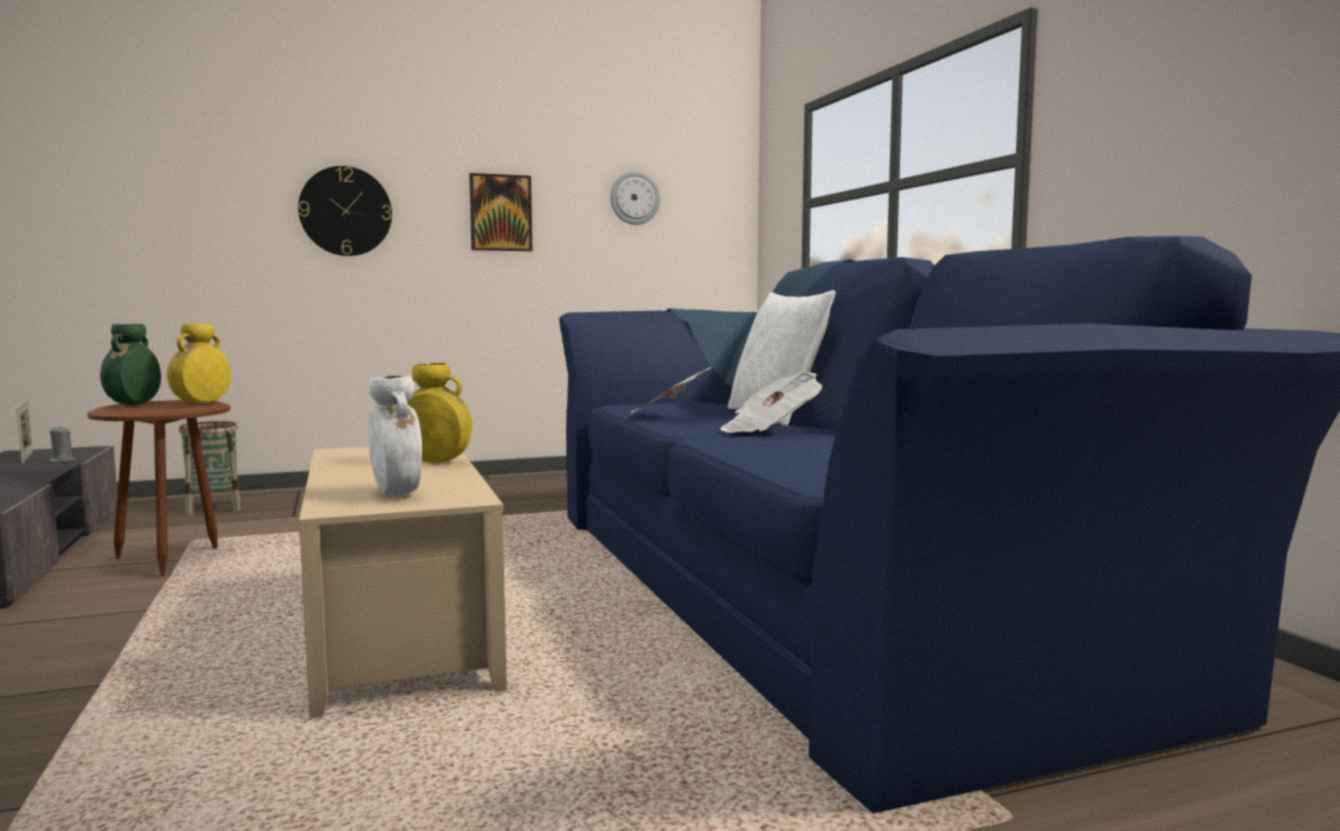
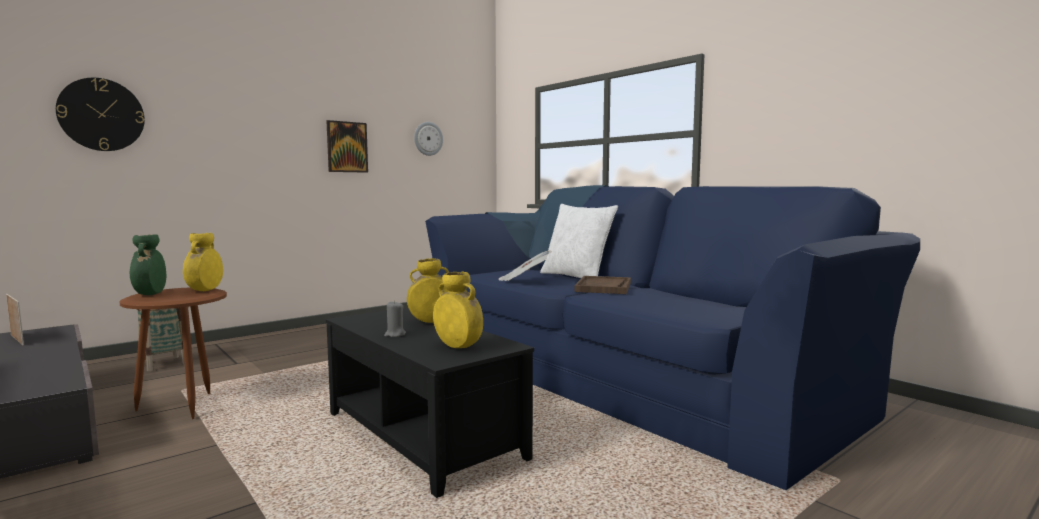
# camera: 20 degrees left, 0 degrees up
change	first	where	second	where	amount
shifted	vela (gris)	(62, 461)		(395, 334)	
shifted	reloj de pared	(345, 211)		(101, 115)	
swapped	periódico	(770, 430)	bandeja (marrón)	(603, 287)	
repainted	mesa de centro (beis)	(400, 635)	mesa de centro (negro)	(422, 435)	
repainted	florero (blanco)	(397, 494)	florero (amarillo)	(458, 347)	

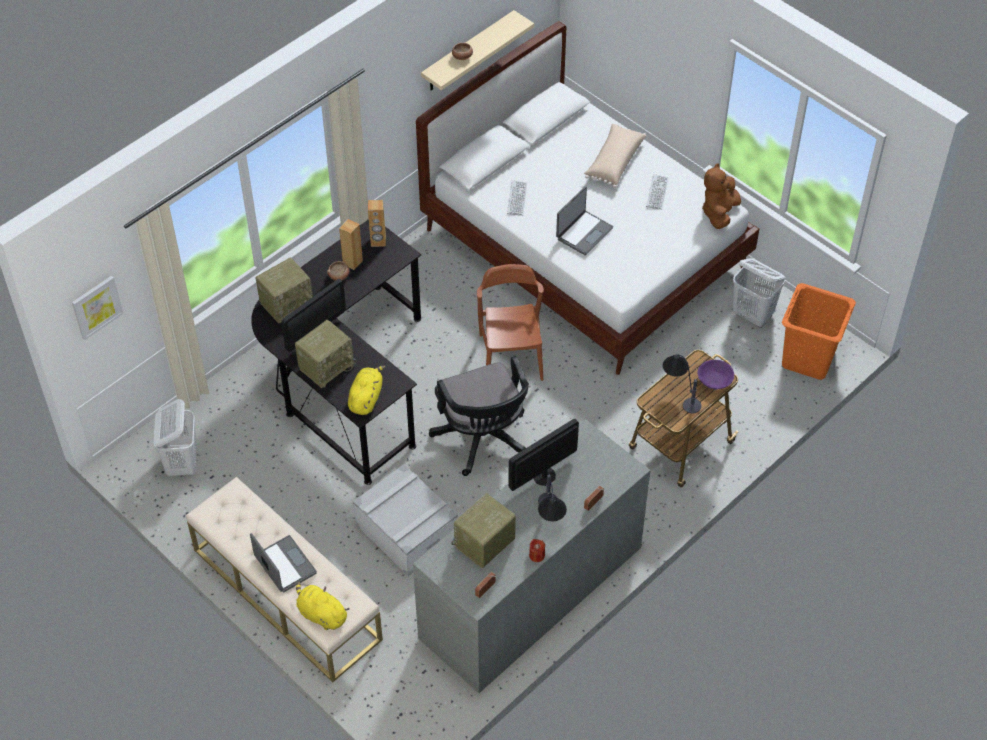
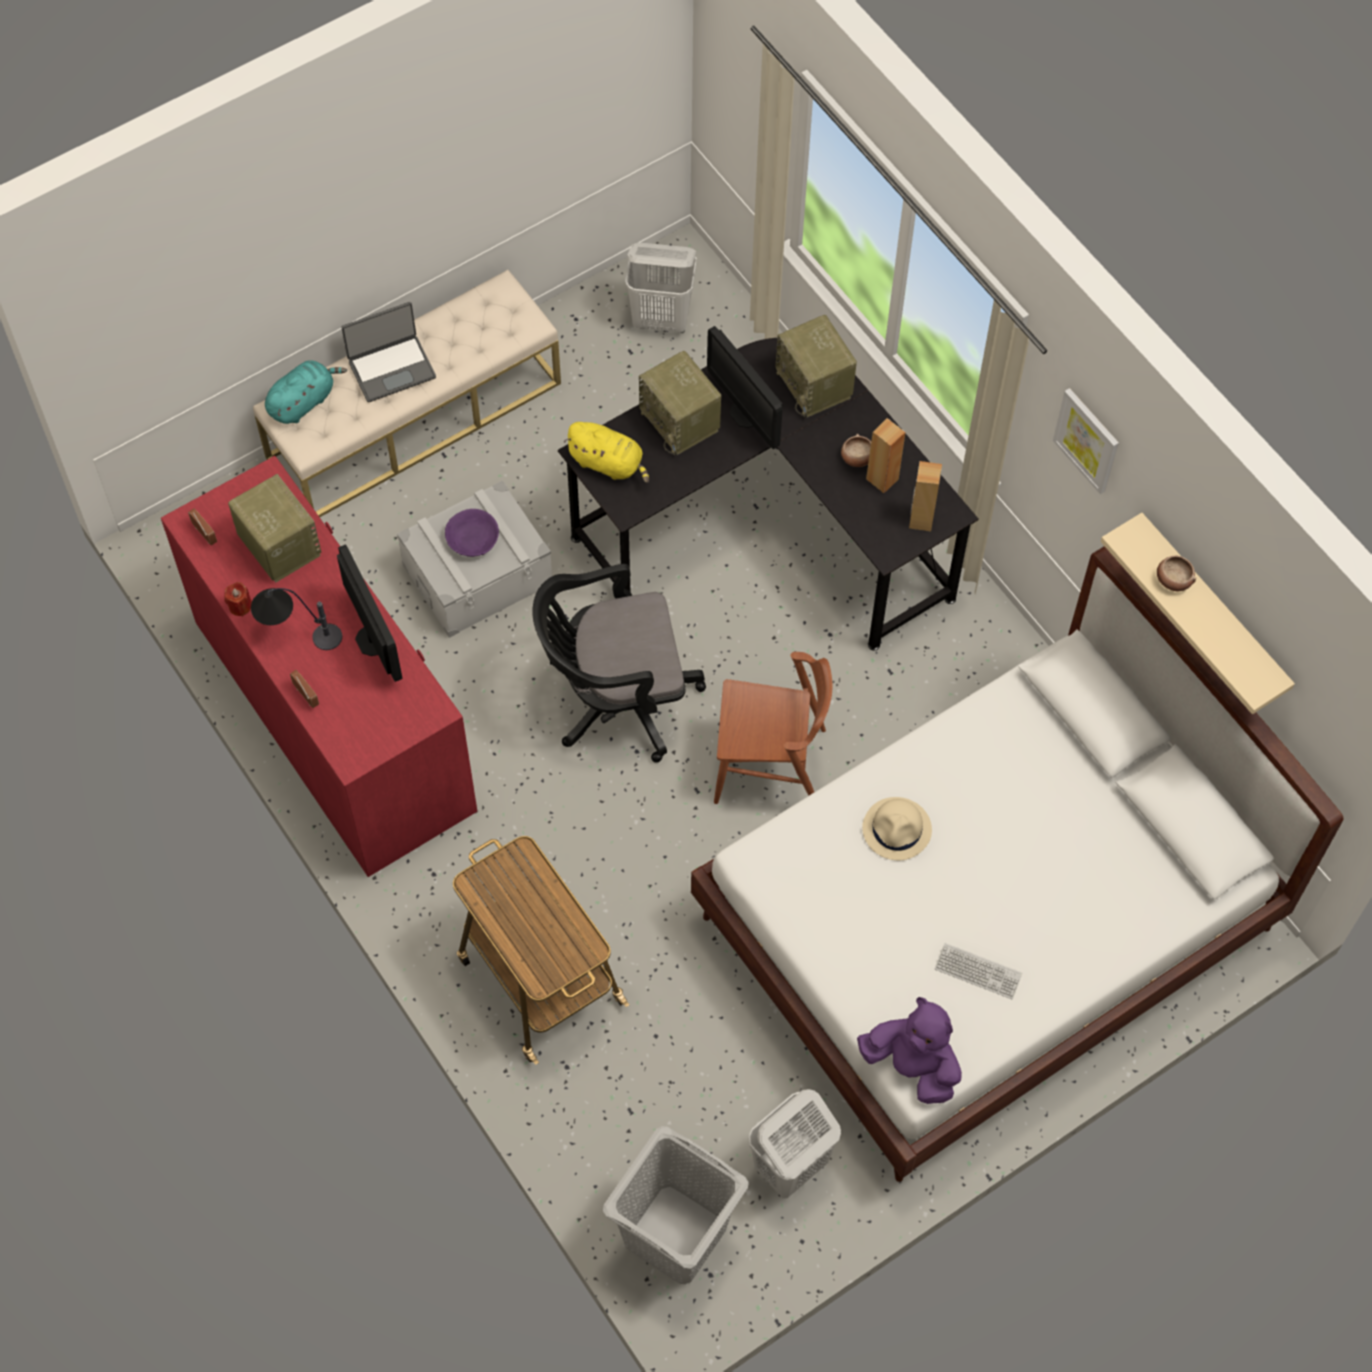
# camera: 100 degrees right, 10 degrees up
change	first	where	second	where	amount
gone	teclado	(517, 198)			
gone	cojín (beis)	(614, 162)			
gone	lámpara de mesa	(679, 393)			
shifted	cuadro	(96, 306)		(1087, 440)	
shifted	cuenco (morado)	(714, 380)		(472, 540)	
swapped	portátil	(583, 233)	sombrero (beis)	(897, 829)	
repainted	peluche (amarillo)	(321, 614)	peluche (turquesa)	(303, 402)	
repainted	cómoda (gris)	(531, 592)	cómoda (rojo)	(334, 714)	
repainted	peluche (marrón)	(719, 213)	peluche (morado)	(912, 1066)	
repainted	cesto de la ropa (naranja)	(808, 358)	cesto de la ropa (gris)	(676, 1233)	

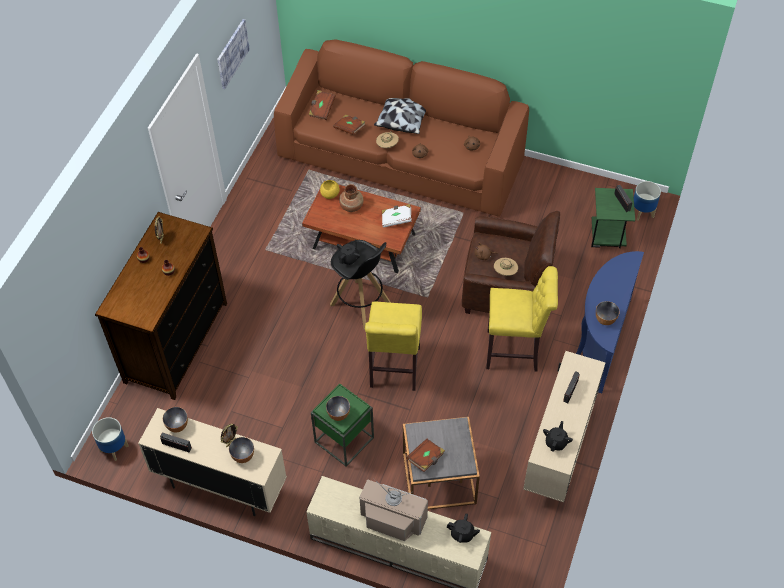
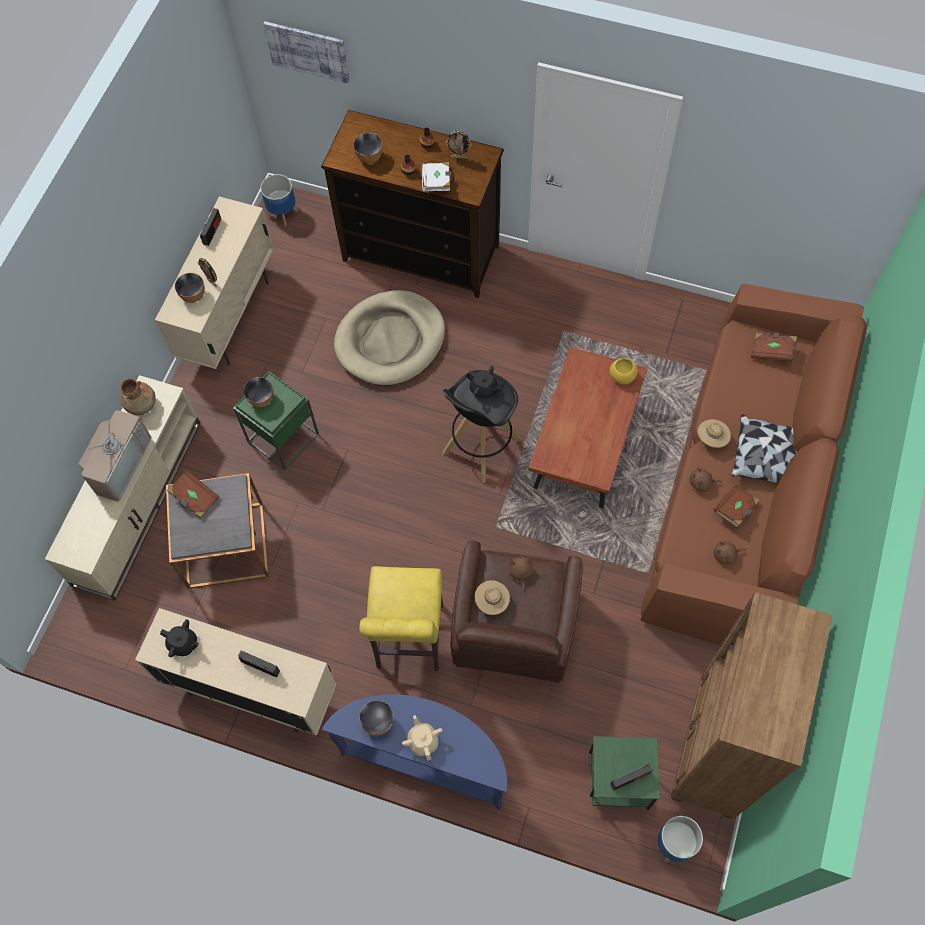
# camera: 90 degrees right, 10 degrees up
change	first	where	second	where	amount
gone	taburete (amarillo)	(394, 370)			
gone	tetera (negro)	(462, 534)			
new			cama para perro (beis)	(390, 340)	
new			tetera (beis)	(423, 741)	
new			estantería (marrón)	(713, 750)	
shifted	cuenco	(177, 426)		(369, 157)	
shifted	cuadro	(232, 53)		(307, 51)	
shifted	libro (marrón)	(350, 128)		(735, 510)	
shifted	florero (marrón)	(351, 206)		(142, 405)	
shifted	libro (blanco)	(396, 219)		(437, 182)	

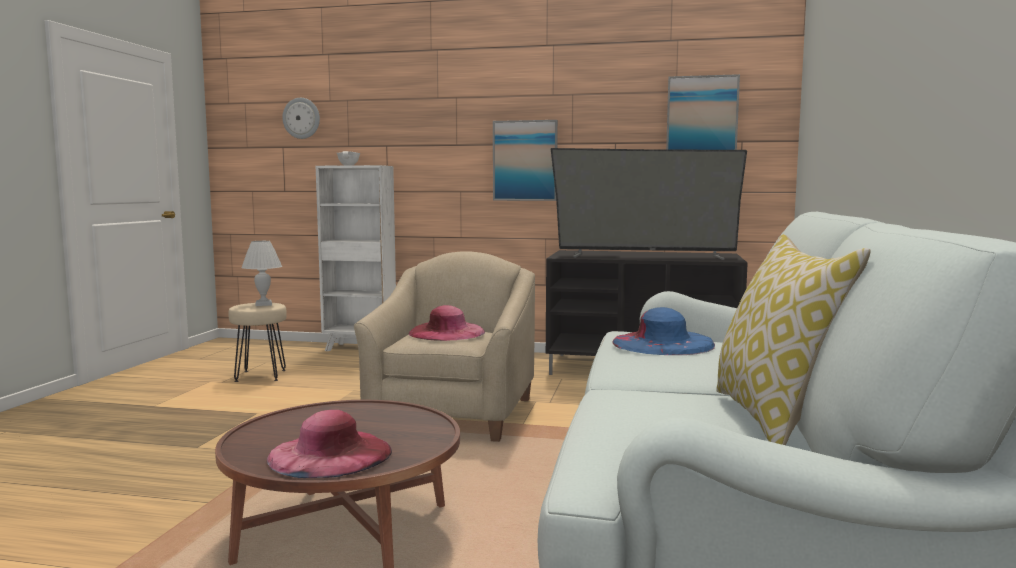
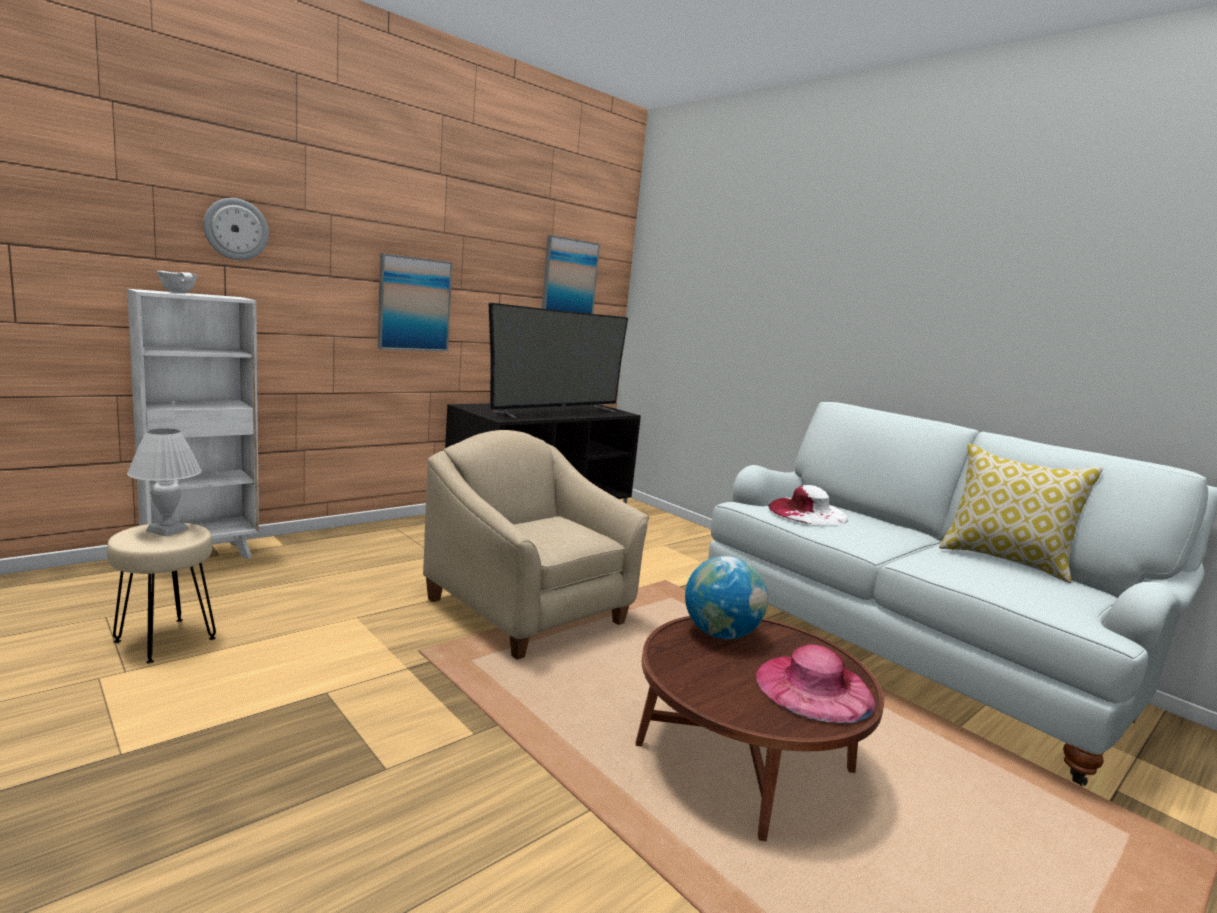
# camera: 55 degrees left, 5 degrees up
change	first	where	second	where	amount
gone	sombrero (rosa)	(446, 332)			
new			globo terráqueo	(720, 634)	
shifted	reloj de pared	(301, 118)		(236, 229)	
repainted	sombrero (azul)	(662, 343)	sombrero (blanco)	(807, 512)	

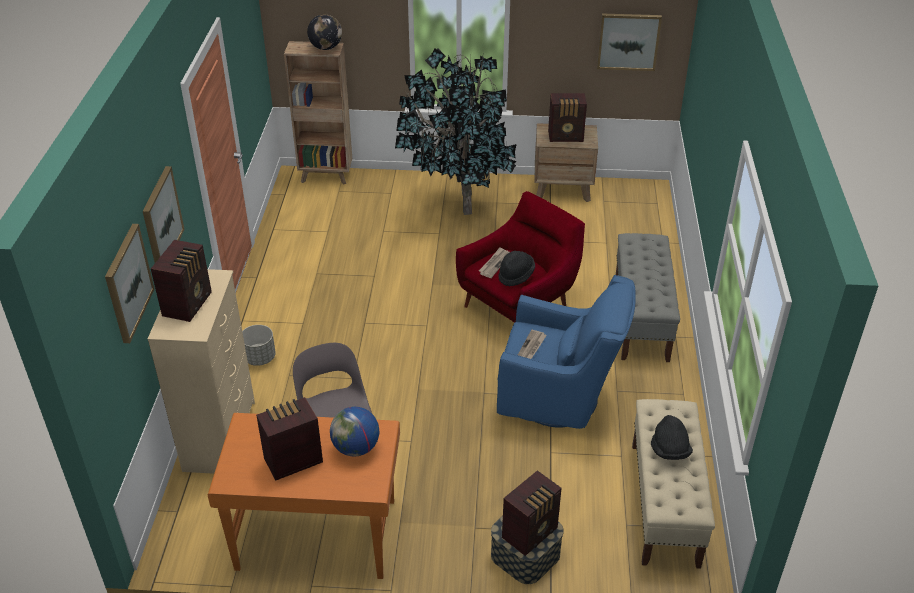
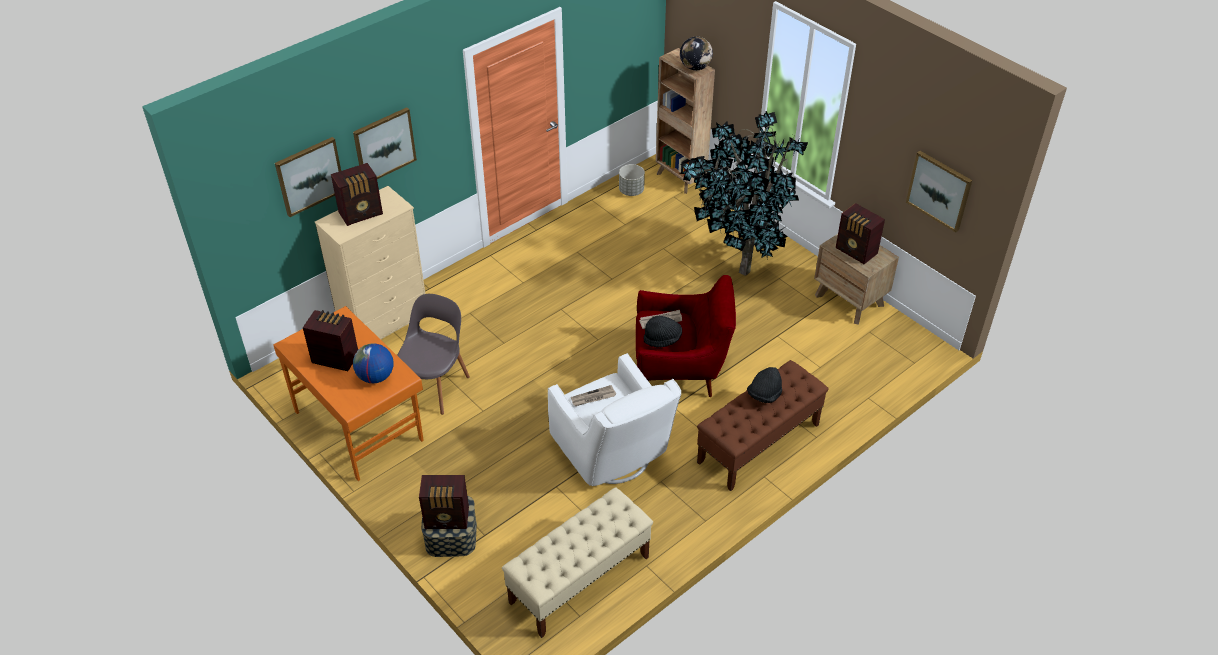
# camera: 45 degrees right, 5 degrees up
change	first	where	second	where	amount
shifted	maceta (gris)	(259, 358)		(631, 191)	
shifted	sombrero (negro)	(669, 450)		(764, 395)	
repainted	sillón (azul)	(560, 398)	sillón (blanco)	(614, 456)	
repainted	banco (gris)	(641, 318)	banco (marrón)	(758, 444)	

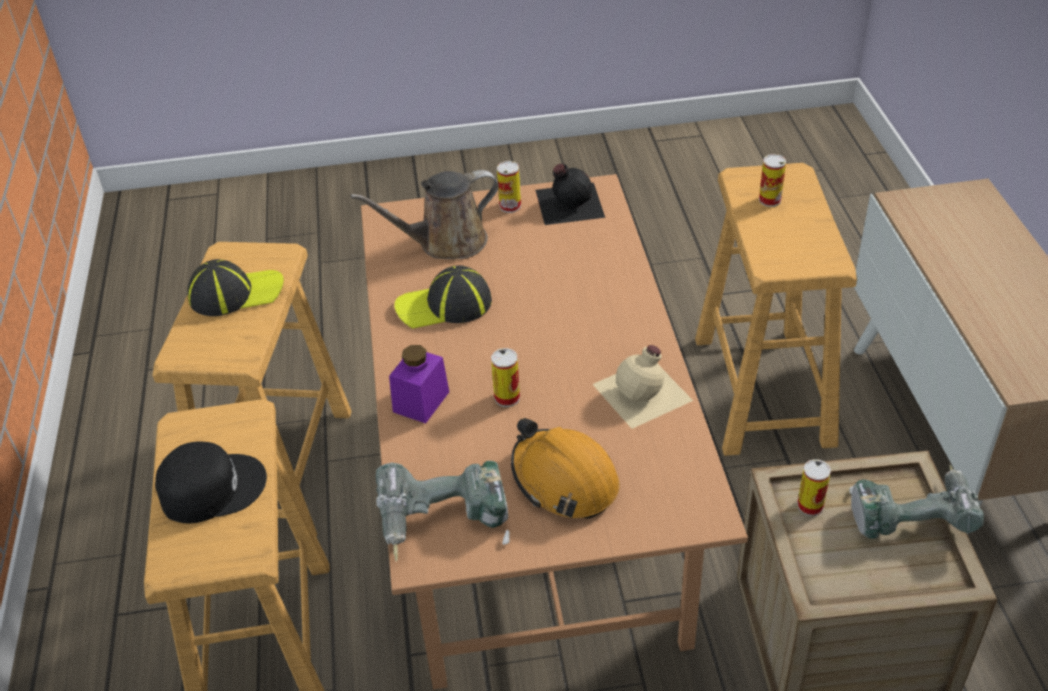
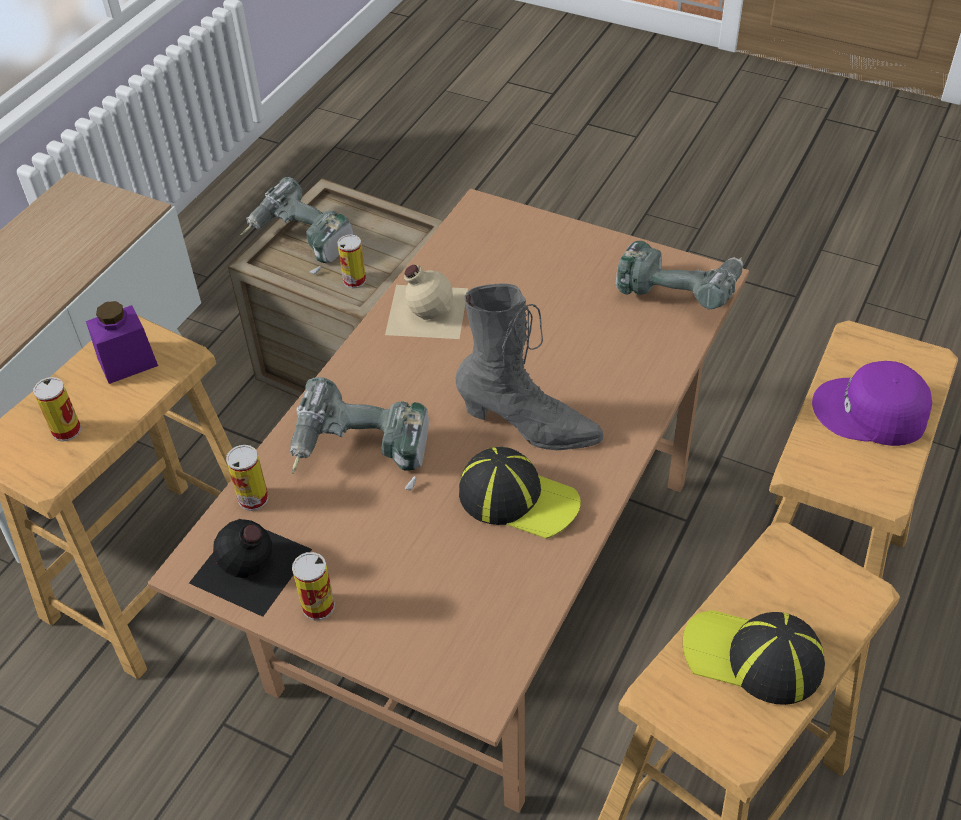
# camera: 145 degrees left, 5 degrees up
change	first	where	second	where	amount
gone	regadera (marrón)	(446, 243)			
gone	casco (naranja)	(564, 480)			
new			taladro	(360, 454)	
new			bota (gris)	(529, 427)	
shifted	tarro (morado)	(421, 402)		(127, 362)	
shifted	lata	(507, 397)		(253, 498)	
repainted	gorra (negro)	(211, 487)	gorra (morado)	(871, 413)	

